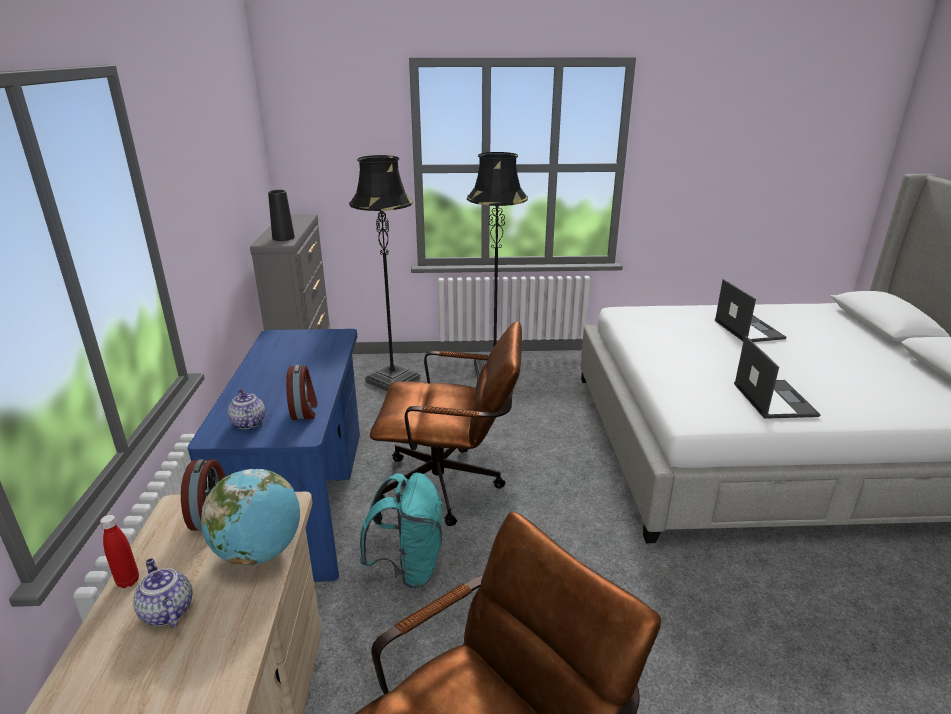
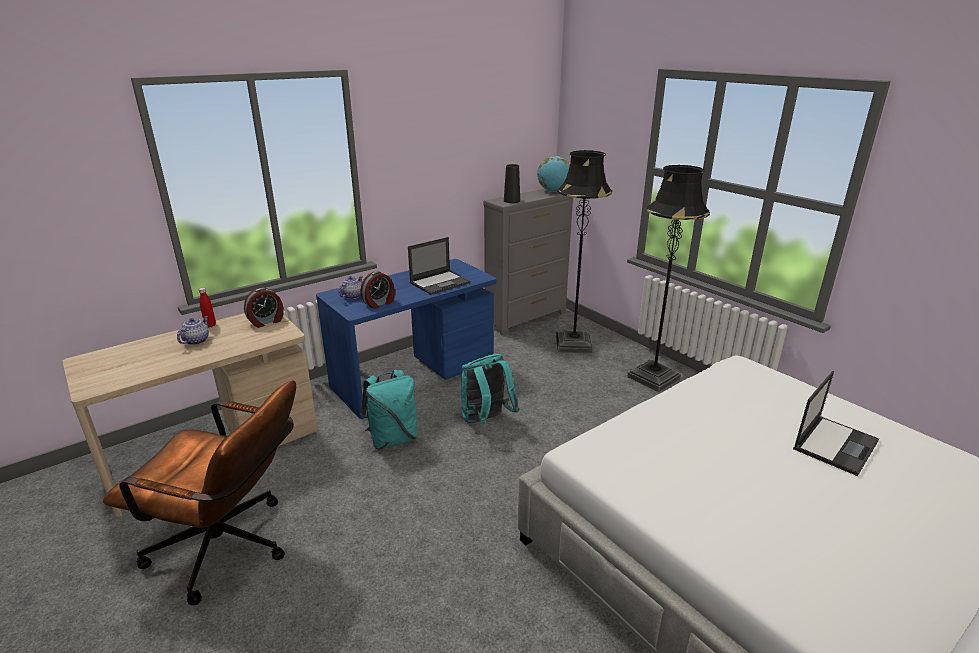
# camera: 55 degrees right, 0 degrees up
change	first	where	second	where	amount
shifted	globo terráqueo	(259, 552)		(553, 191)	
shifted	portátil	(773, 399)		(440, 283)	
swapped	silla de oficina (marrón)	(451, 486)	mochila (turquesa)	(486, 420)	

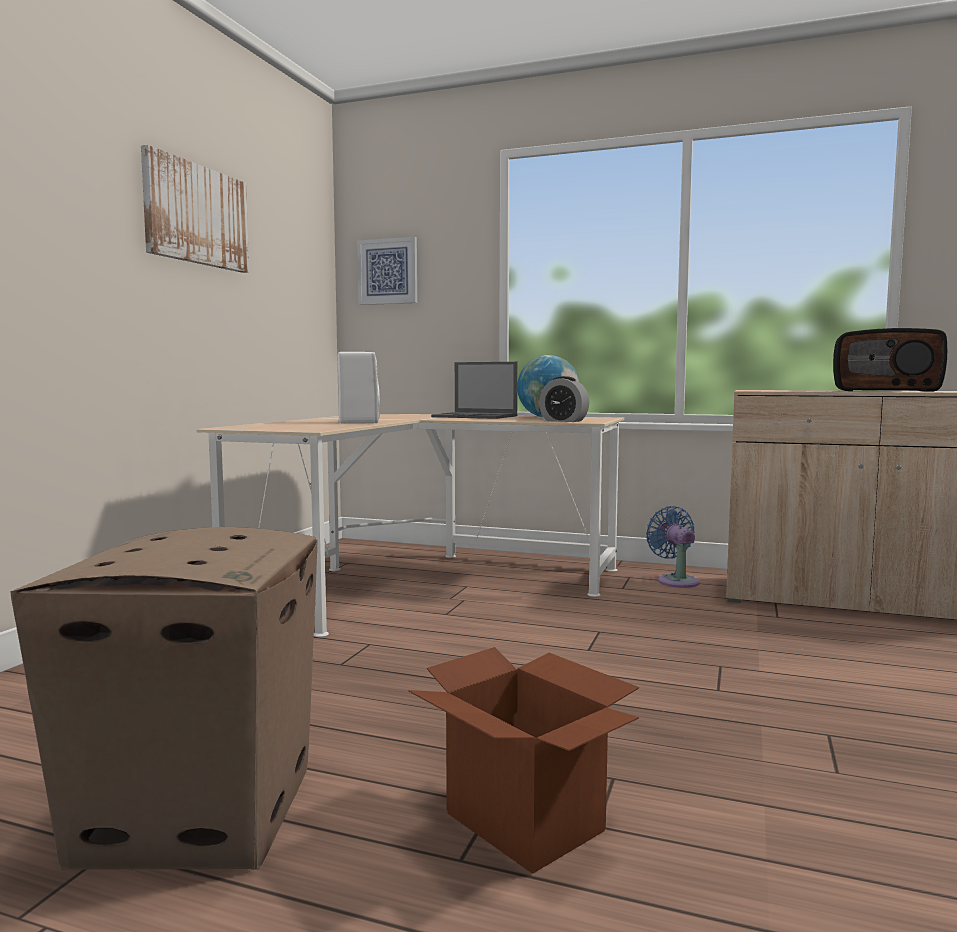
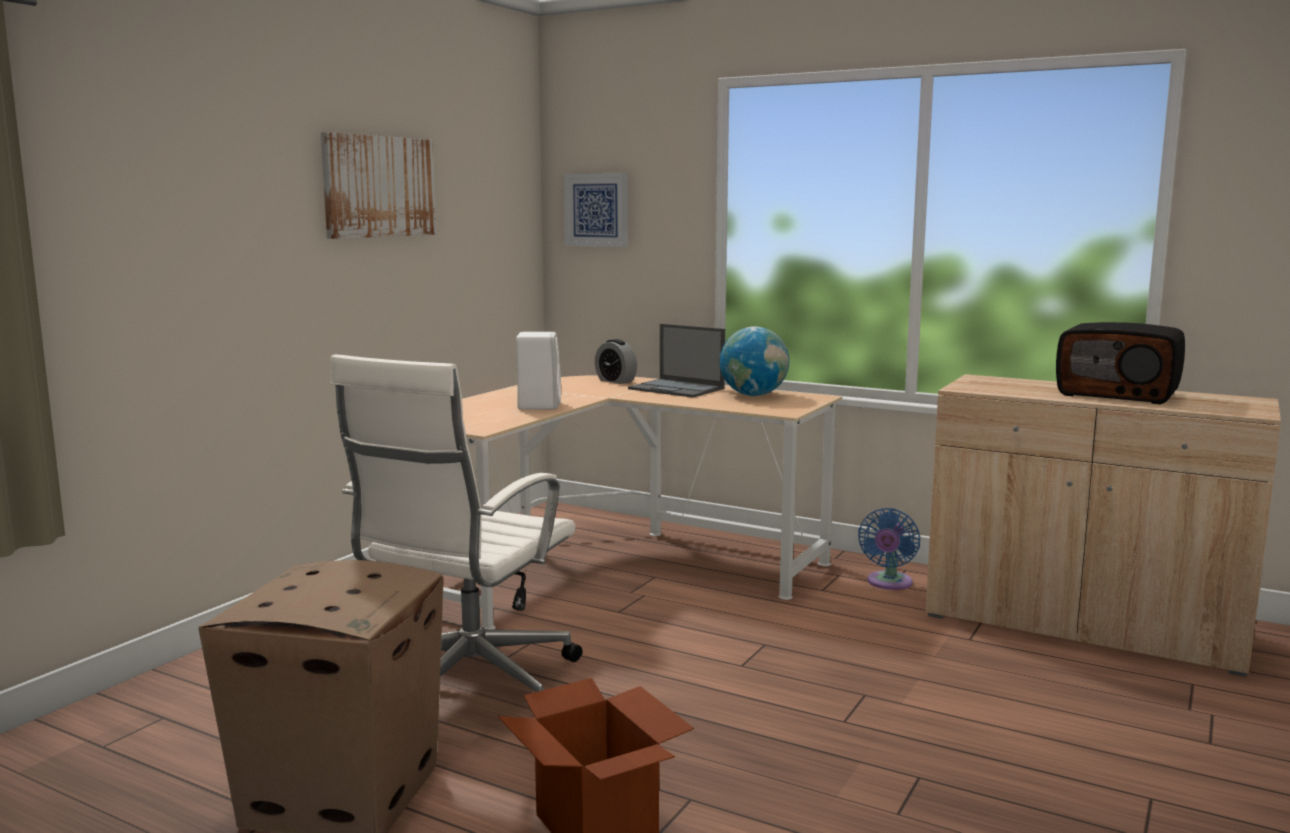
# camera: 10 degrees right, 5 degrees up
change	first	where	second	where	amount
new			silla de oficina (blanco)	(467, 686)	
shifted	despertador	(563, 421)		(615, 381)	
rotated	ventilador (azul)	(676, 580)		(888, 583)	150 degrees counterclockwise

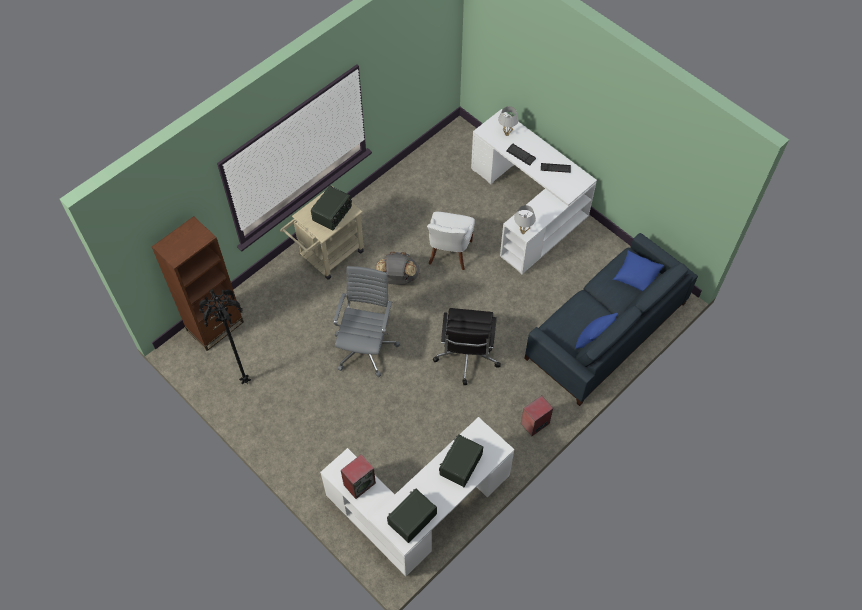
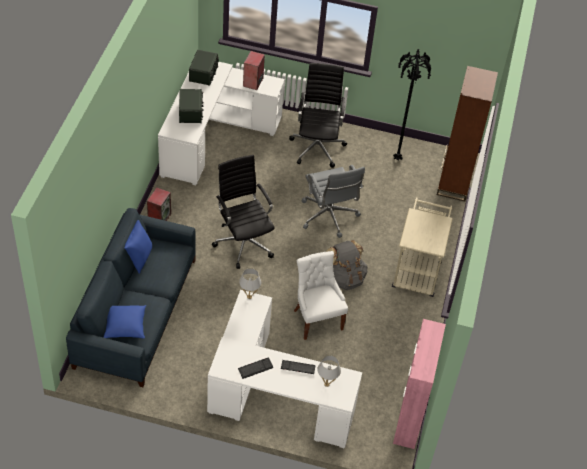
# camera: 145 degrees right, 10 degrees down
change	first	where	second	where	amount
gone	radio	(332, 214)			
new			silla de oficina (negro)	(317, 146)	
new			armario (rosa)	(409, 417)	

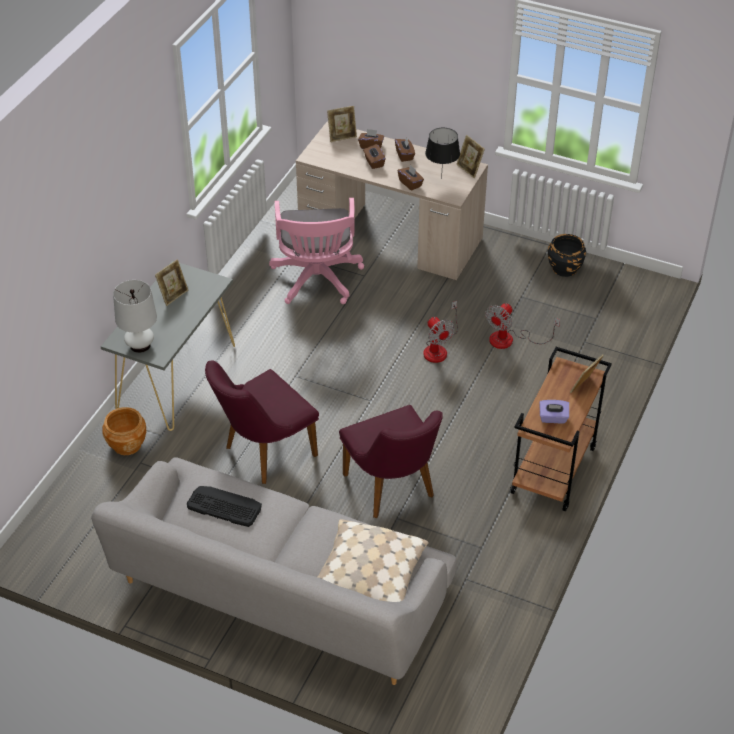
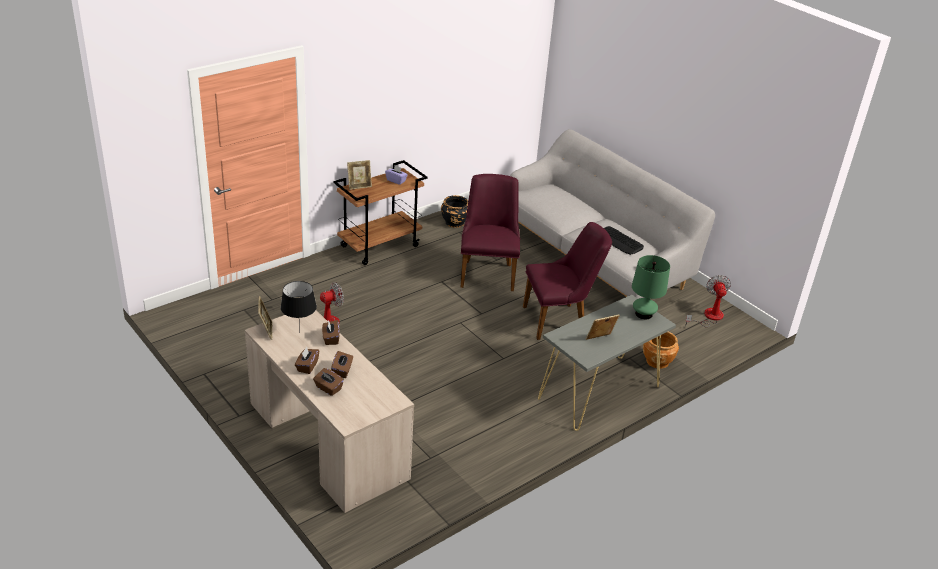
# camera: 155 degrees left, 10 degrees down
change	first	where	second	where	amount
gone	silla de oficina (rosa)	(317, 281)			
gone	cojín (beis)	(370, 573)			
gone	portarretratos	(342, 136)			
shifted	ventilador	(438, 348)		(708, 317)	
shifted	maceta (negro)	(565, 268)		(454, 222)	
repainted	lámpara de mesa (blanco)	(140, 345)	lámpara de mesa (verde)	(643, 314)	

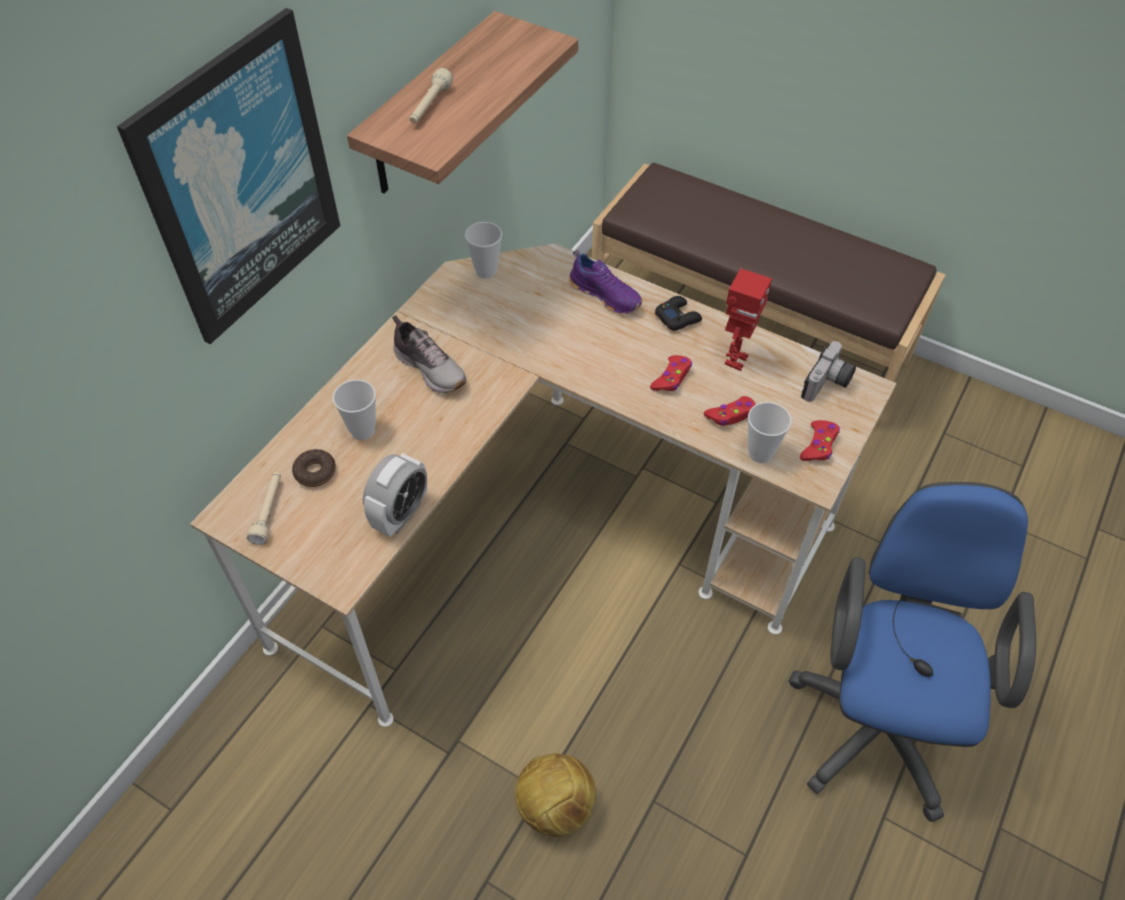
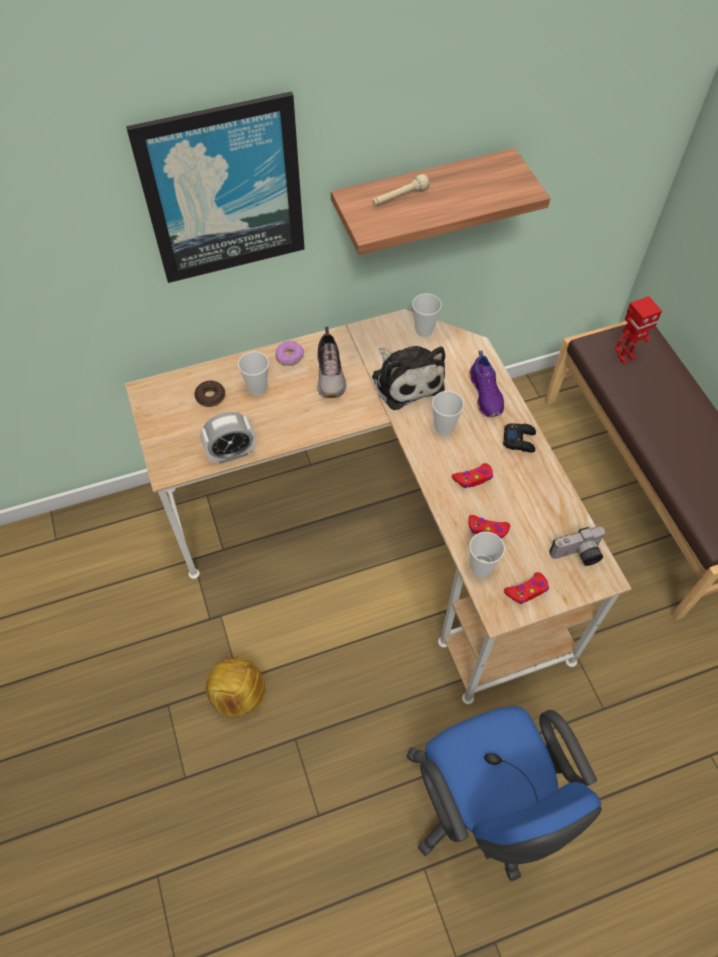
# camera: 40 degrees right, 5 degrees up
change	first	where	second	where	amount
gone	linterna (beis)	(269, 511)			
new			rosquilla	(289, 356)	
new			peluche	(406, 380)	
new			taza	(444, 428)	
shifted	robot de juguete	(734, 360)		(625, 356)	
rotated	silla de oficina (azul)	(878, 717)		(481, 807)	105 degrees clockwise

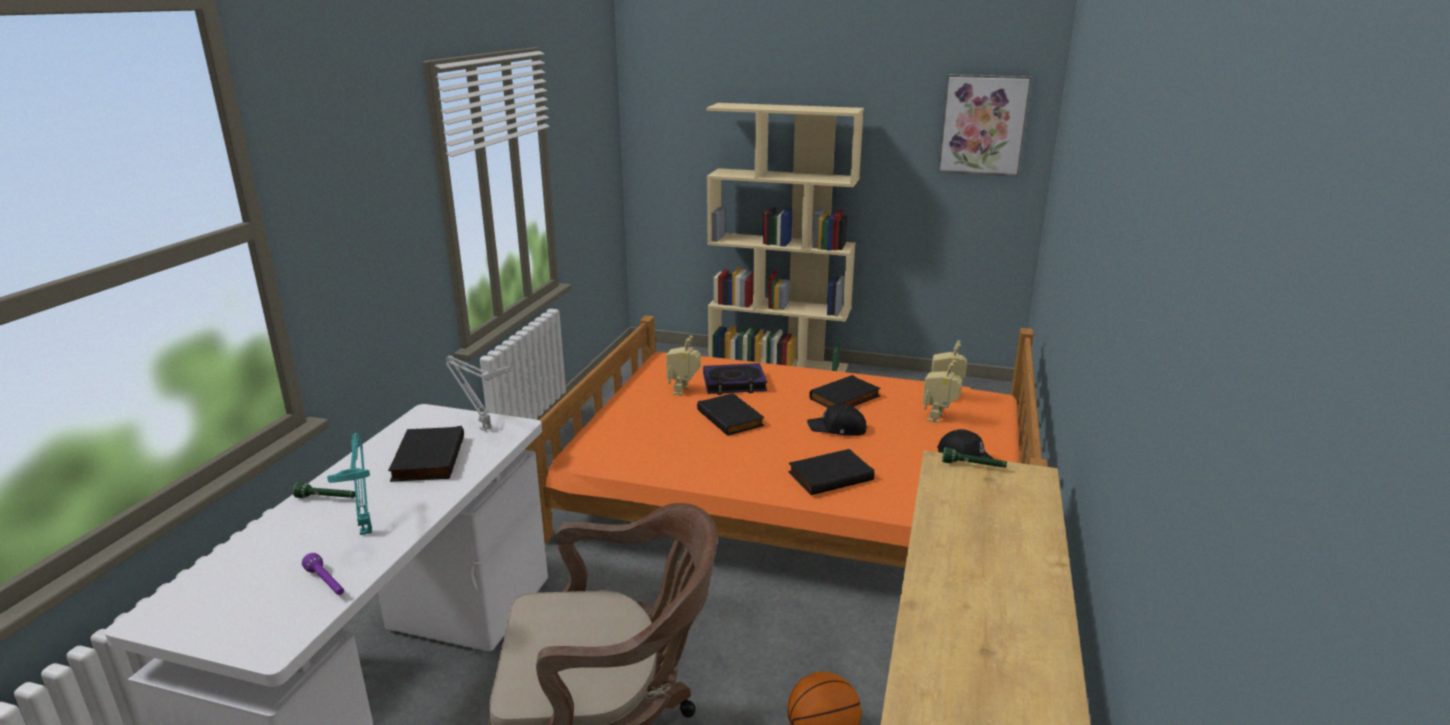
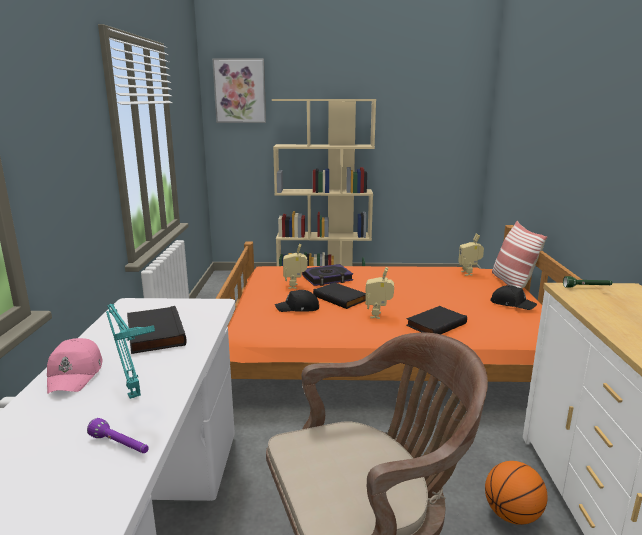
# camera: 15 degrees left, 5 degrees down
change	first	where	second	where	amount
gone	lámpara de mesa (gris)	(483, 428)			
gone	libro (negro)	(845, 398)			
new			cojín	(512, 282)	
shifted	gorra (negro)	(838, 429)		(298, 308)	
shifted	robot de juguete	(939, 418)		(378, 315)	
shifted	cuadro	(983, 125)		(240, 91)	
swapped	linterna (verde)	(327, 498)	gorra (rosa)	(76, 374)	

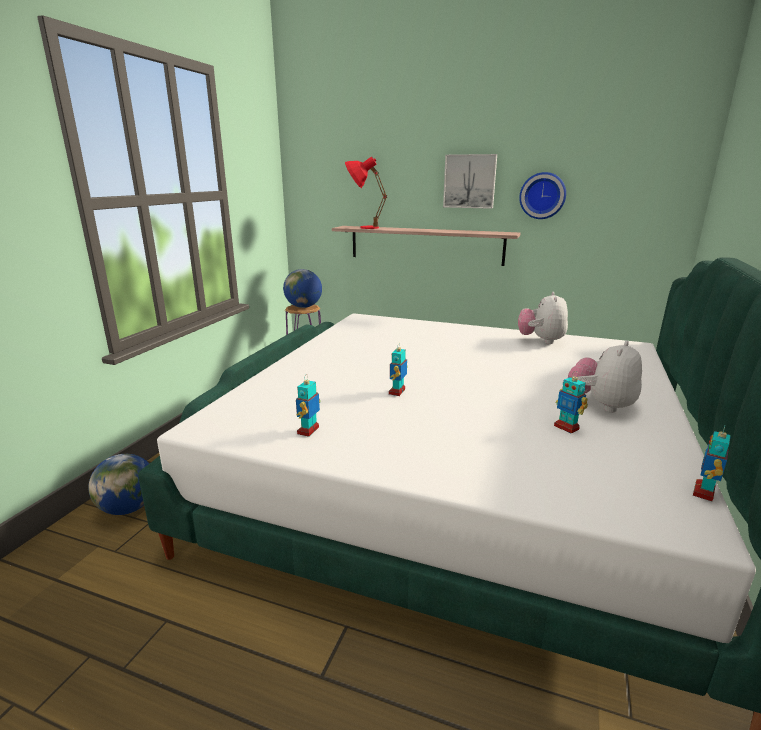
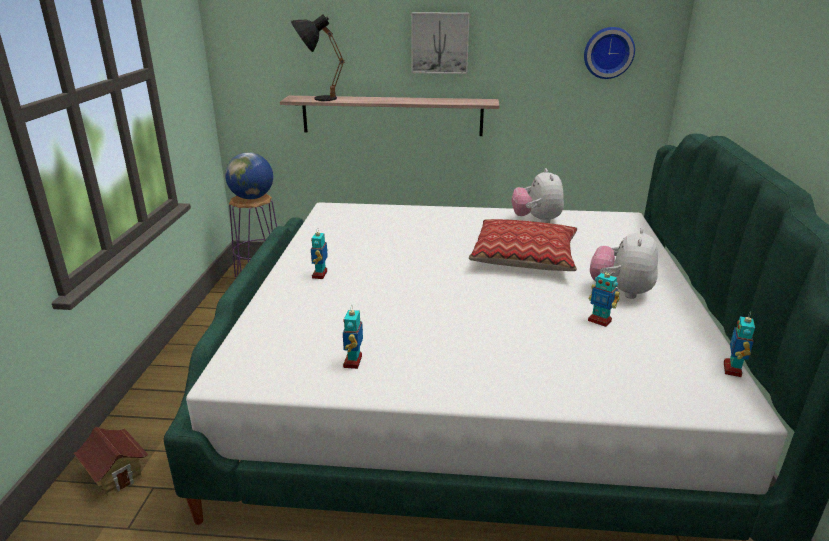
# camera: 15 degrees left, 5 degrees up
change	first	where	second	where	amount
new			cojín	(524, 257)	
shifted	robot de juguete	(397, 392)		(320, 275)	
shifted	reloj de pared	(542, 195)		(608, 52)	
swapped	globo terráqueo	(128, 508)	casita	(117, 476)	
repainted	lámpara de mesa (rojo)	(362, 227)	lámpara de mesa (negro)	(317, 98)	

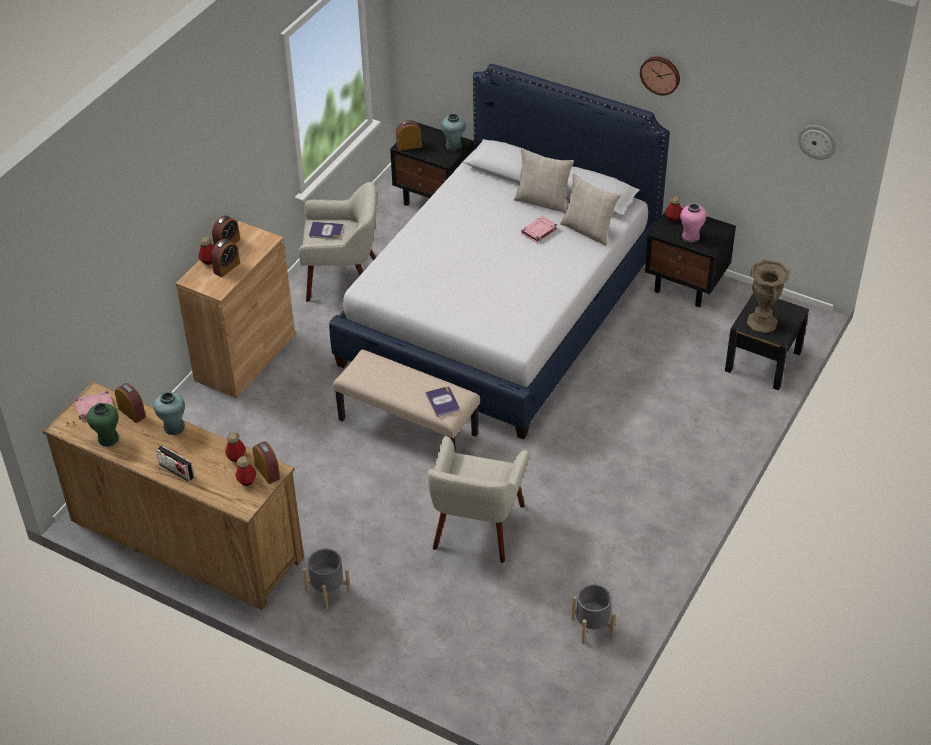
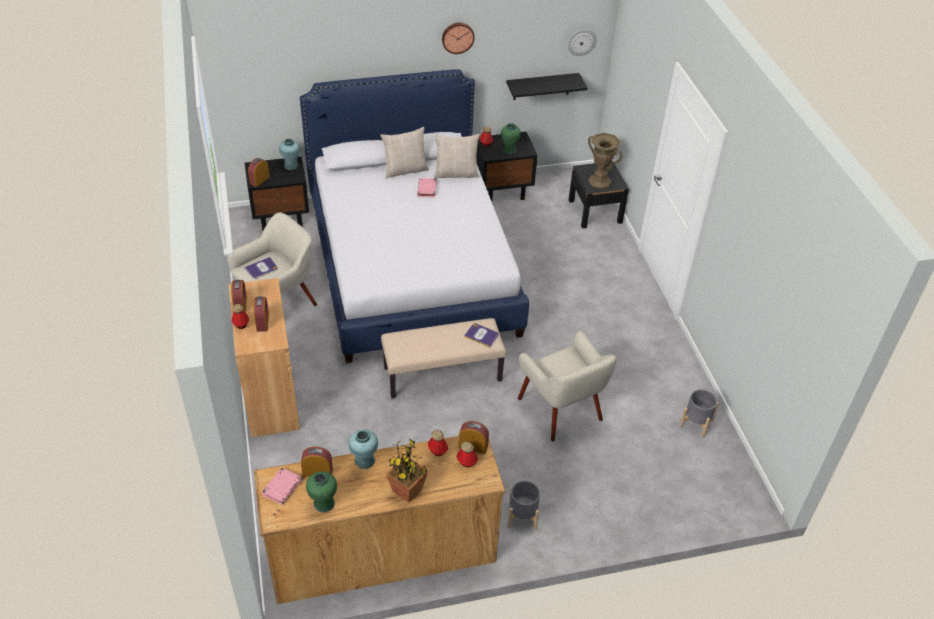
# camera: 45 degrees left, 0 degrees up
change	first	where	second	where	amount
new			estante (negro)	(541, 86)	
swapped	radio	(176, 471)	planta en maceta	(407, 491)	
repainted	florero (rosa)	(690, 236)	florero (verde)	(509, 150)	

